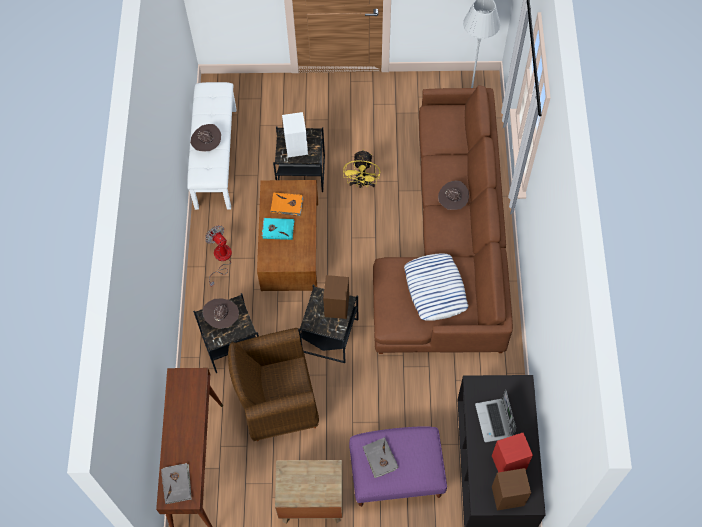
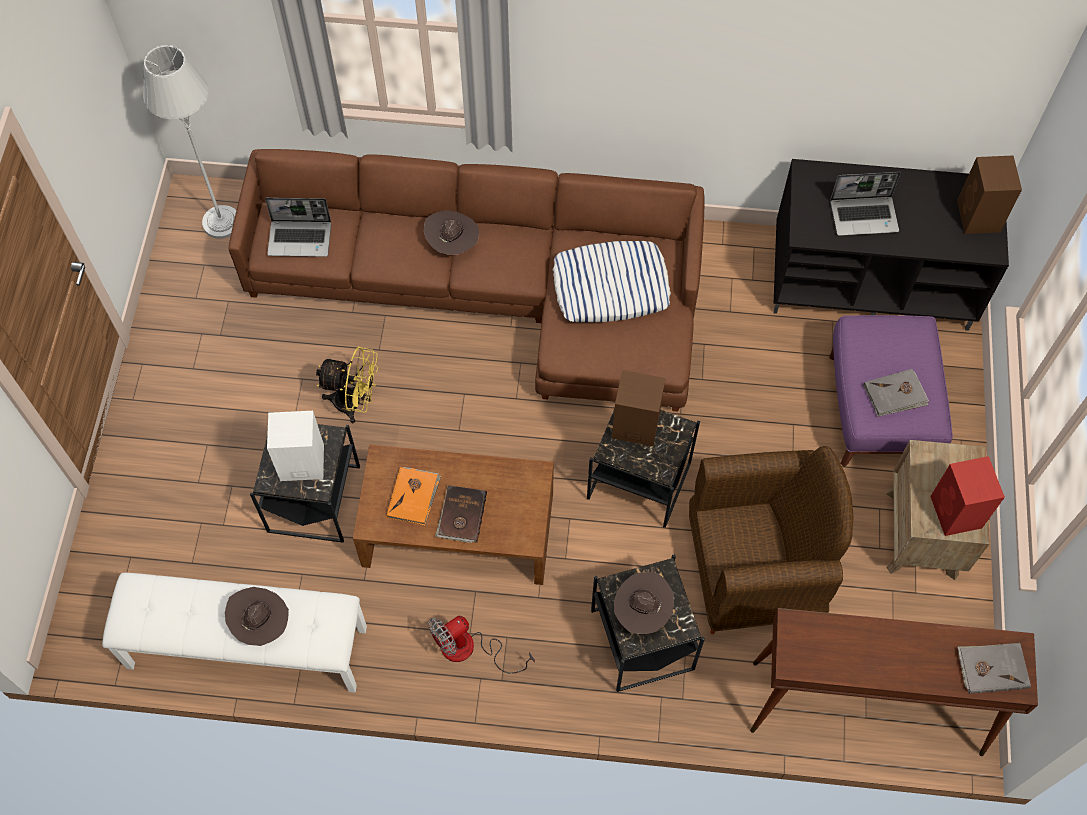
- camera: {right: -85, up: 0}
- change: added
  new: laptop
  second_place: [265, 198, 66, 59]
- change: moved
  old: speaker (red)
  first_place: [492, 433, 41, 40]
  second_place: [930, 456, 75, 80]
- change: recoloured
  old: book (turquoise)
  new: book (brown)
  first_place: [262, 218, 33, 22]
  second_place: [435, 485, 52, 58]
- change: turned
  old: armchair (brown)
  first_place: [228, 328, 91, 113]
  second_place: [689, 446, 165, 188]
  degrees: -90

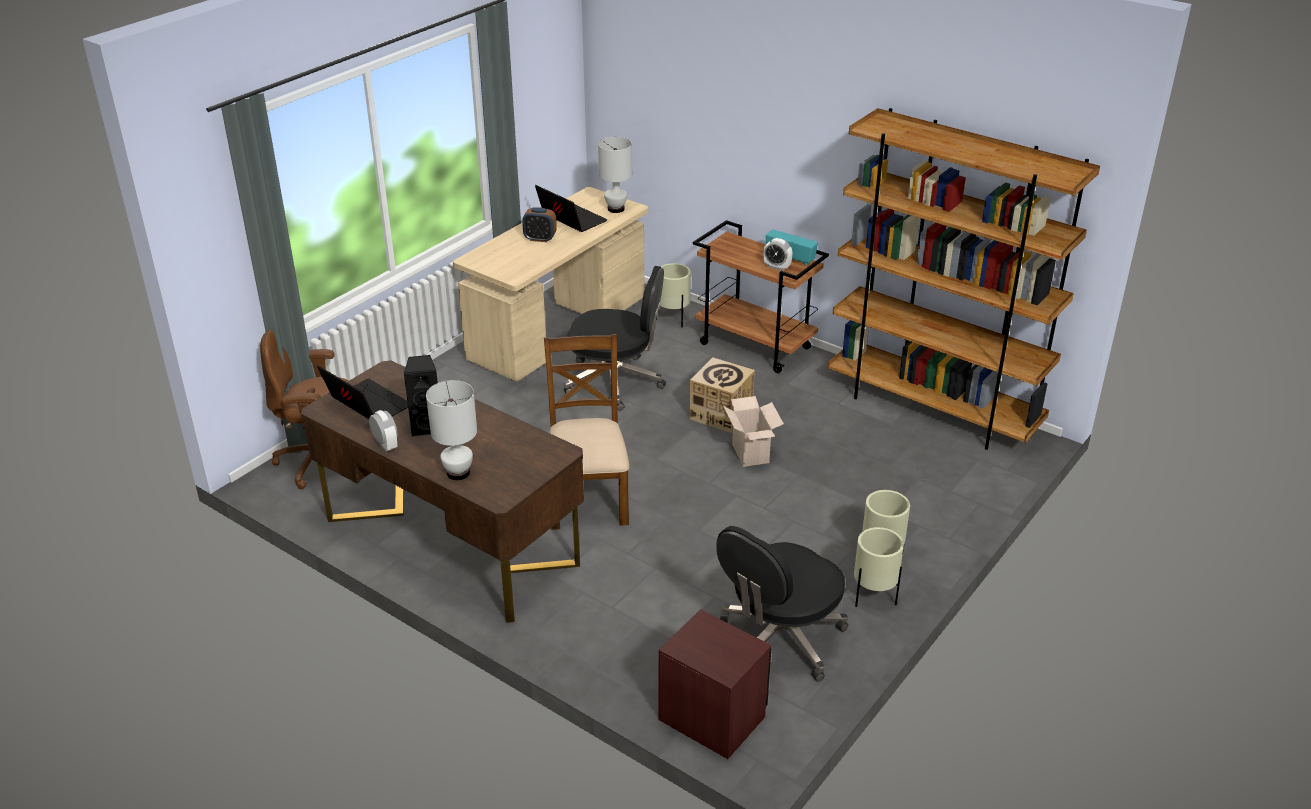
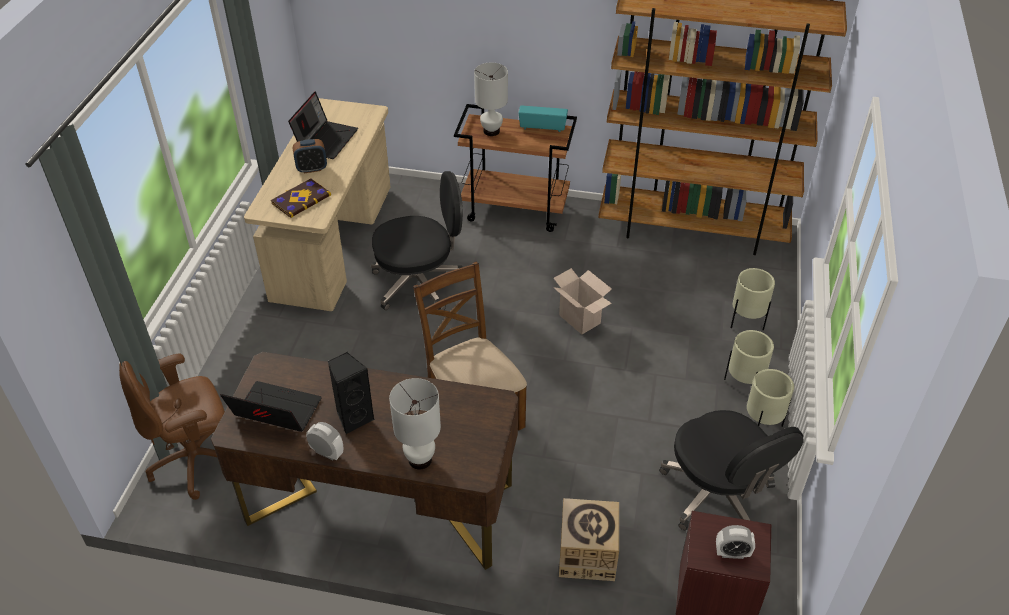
- camera: {right: -25, up: 10}
- change: added
  new: book
  second_place: [271, 178, 60, 40]
- change: moved
  old: table lamp (white)
  first_place: [598, 137, 34, 76]
  second_place: [474, 63, 34, 73]
- change: moved
  old: planter (beige)
  first_place: [656, 263, 35, 64]
  second_place: [730, 268, 45, 63]
- change: moved
  old: cardboard box
  first_place: [689, 357, 66, 76]
  second_place: [559, 498, 60, 83]
- change: moved
  old: alarm clock
  first_place: [763, 238, 29, 33]
  second_place: [716, 525, 39, 34]
- change: turned
  old: laptop
  first_place: [535, 185, 72, 47]
  second_place: [288, 91, 70, 68]
  degrees: 90
- change: turned
  old: office chair (black)
  first_place: [716, 526, 132, 156]
  second_place: [659, 410, 145, 120]
  degrees: -45

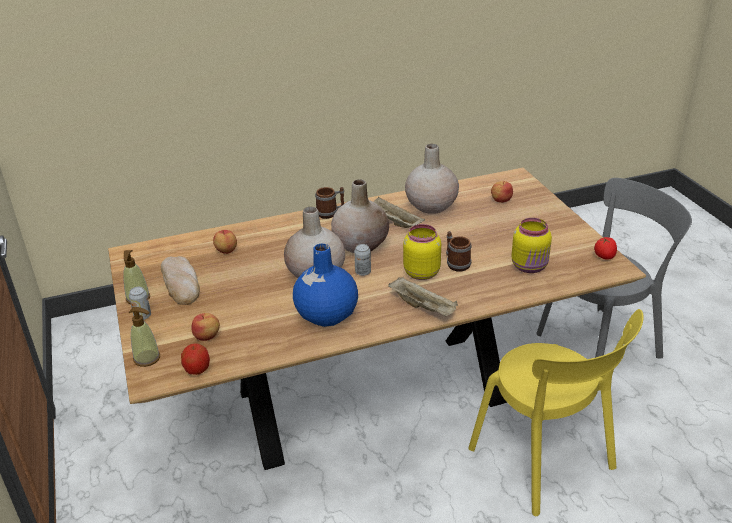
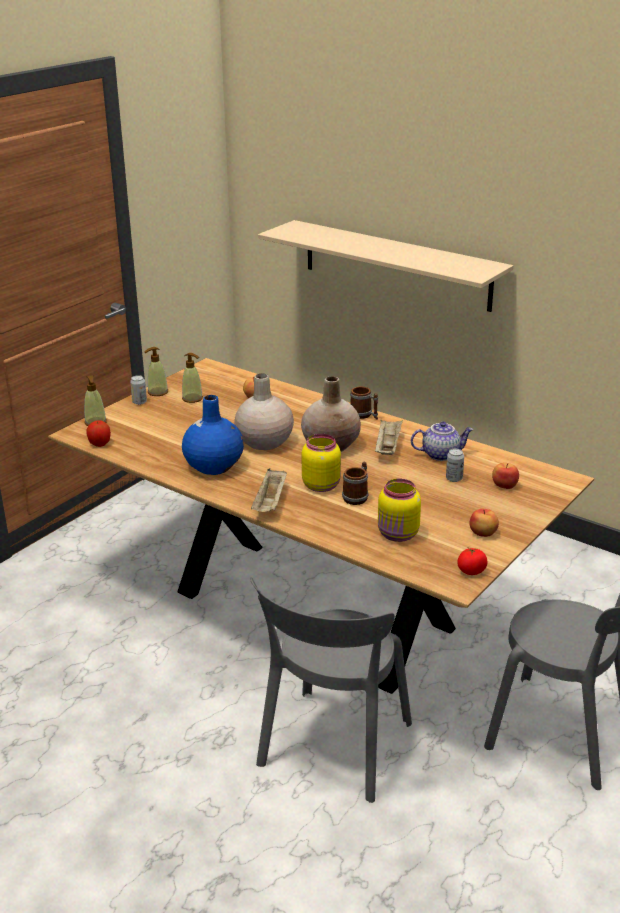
- camera: {right: 55, up: -5}
- change: added
  new: shelf (beige)
  second_place: [258, 220, 255, 92]
- change: moved
  old: apple
  first_place: [191, 313, 29, 28]
  second_place: [469, 509, 30, 28]
- change: moved
  old: can
  first_place: [354, 244, 17, 32]
  second_place: [446, 449, 18, 33]
- change: replaced
  old: bread
  new: soap dispenser
  first_place: [161, 256, 39, 49]
  second_place: [182, 353, 21, 50]
- change: replaced
  old: vase (beige)
  new: teapot
  first_place: [405, 144, 54, 70]
  second_place: [411, 421, 63, 40]
- change: recoloured
  old: chair (yellow)
  new: chair (grey)
  first_place: [468, 309, 176, 207]
  second_place: [250, 577, 162, 226]

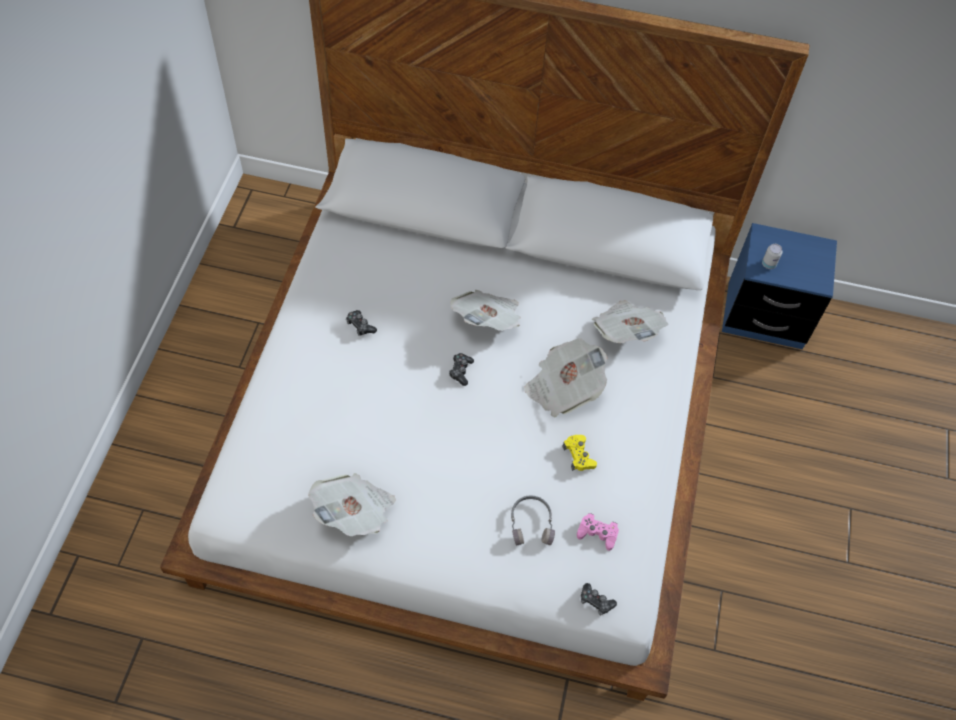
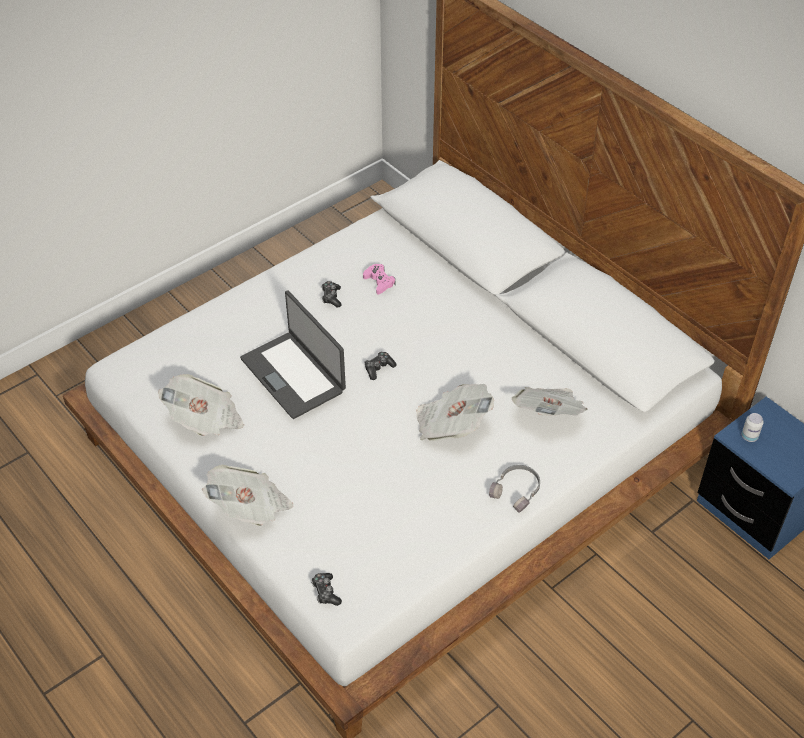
- camera: {right: 40, up: -10}
- change: removed
  old: game controller (yellow)
  first_place: [562, 435, 35, 36]
- change: added
  new: laptop
  second_place: [240, 290, 106, 129]
- change: moved
  old: newspaper
  first_place: [450, 290, 71, 41]
  second_place: [202, 465, 91, 61]
- change: moved
  old: headphones (grey)
  first_place: [511, 495, 44, 51]
  second_place: [489, 465, 51, 48]
- change: moved
  old: game controller (pink)
  first_place: [577, 513, 42, 38]
  second_place: [363, 264, 32, 30]

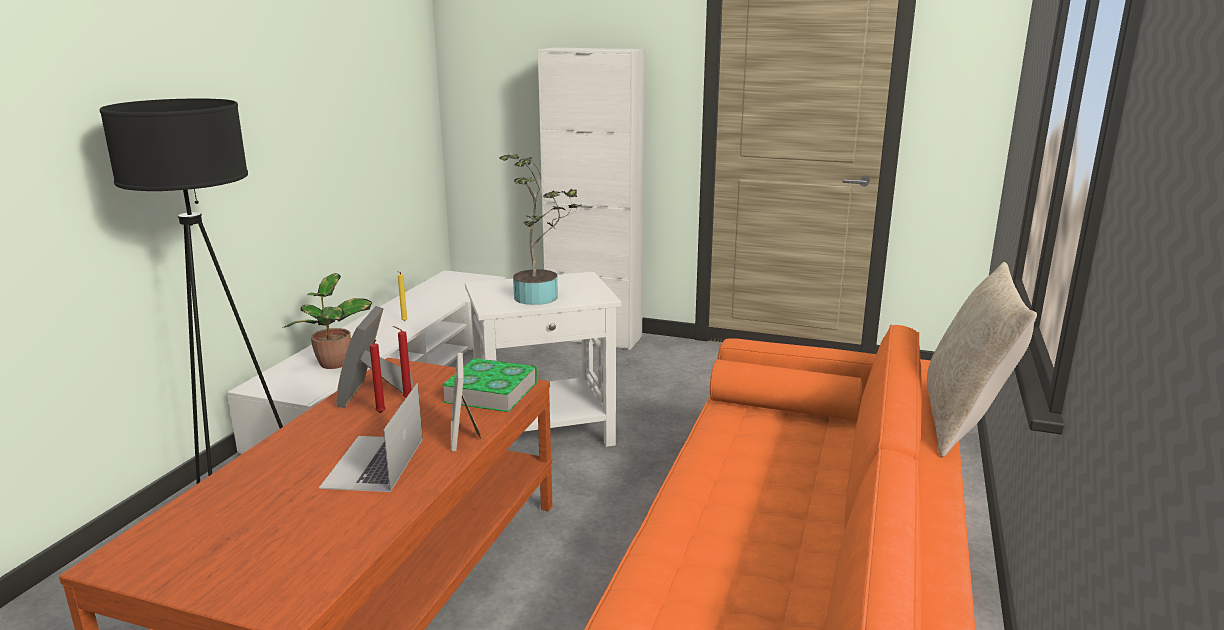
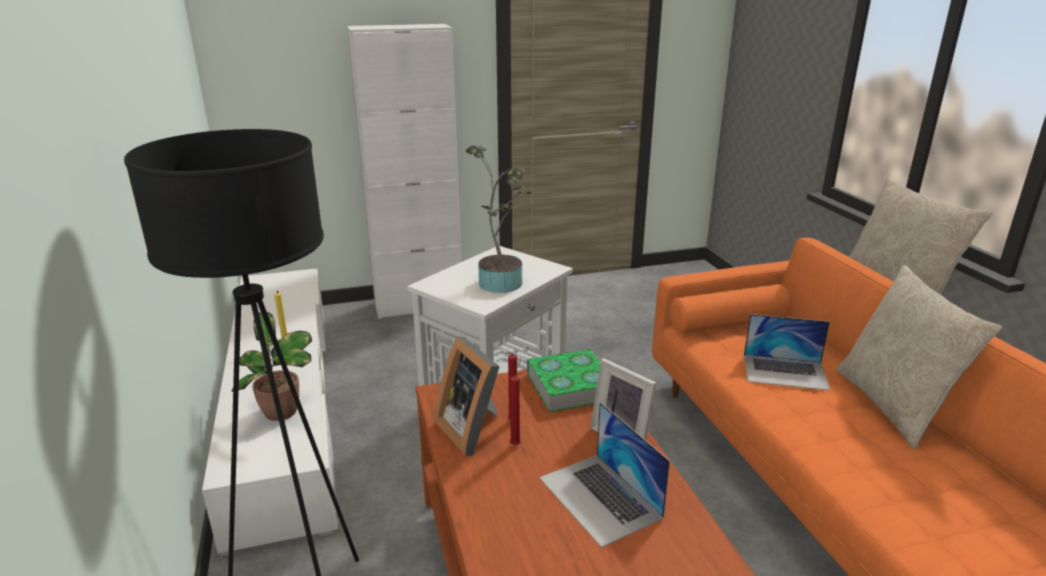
- camera: {right: -35, up: 5}
- change: added
  new: laptop
  second_place: [744, 314, 86, 77]
- change: added
  new: pillow (beige)
  second_place: [836, 265, 166, 184]

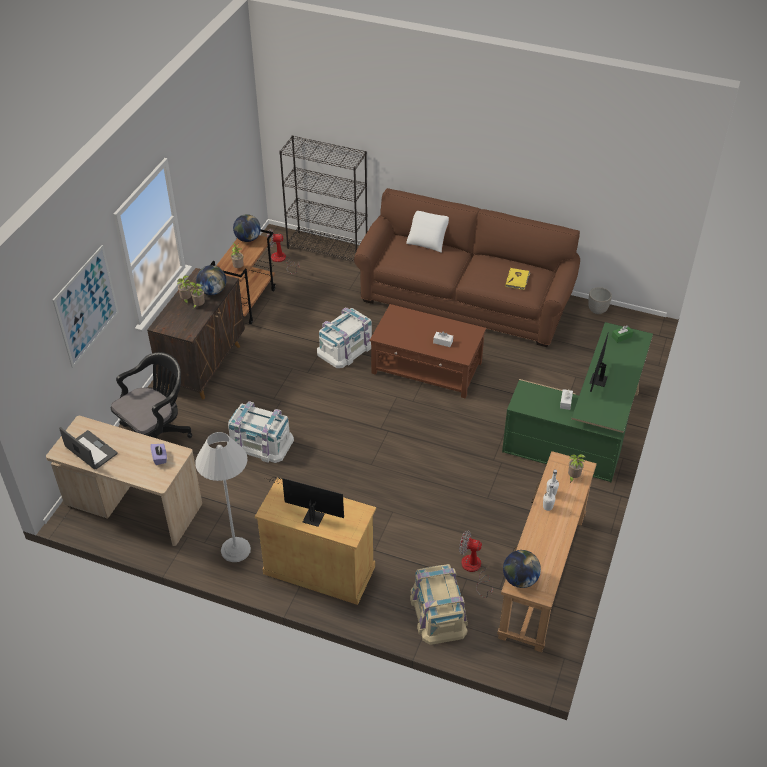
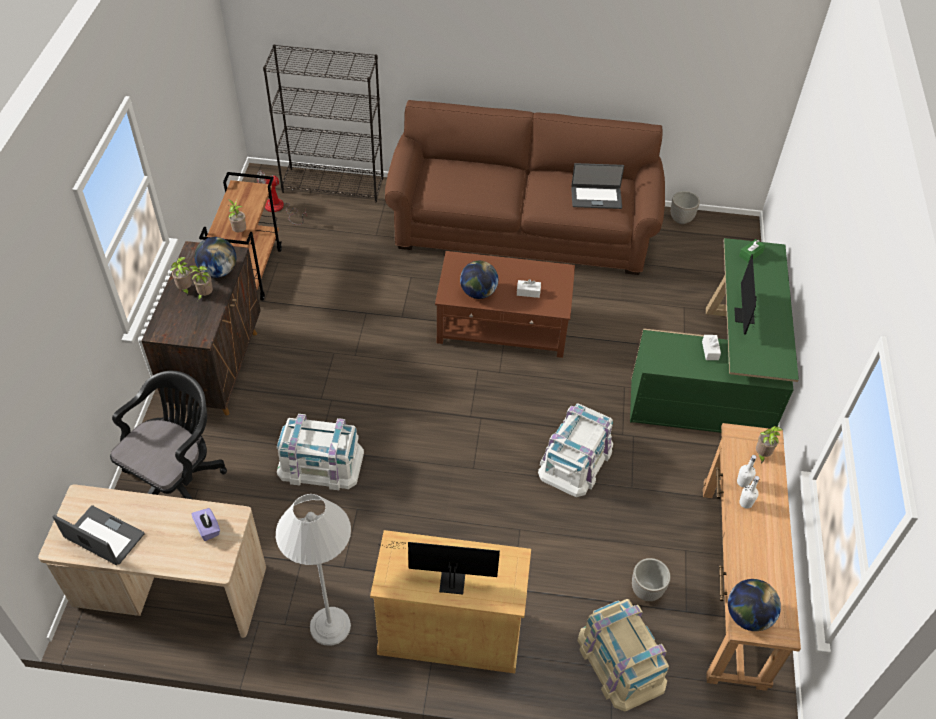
- camera: {right: -15, up: 5}
- change: removed
  old: picture
  first_place: [53, 245, 66, 123]
- change: removed
  old: pillow (white)
  first_place: [406, 211, 43, 42]
- change: moved
  old: globe
  first_place: [233, 214, 28, 28]
  second_place: [460, 261, 38, 38]
- change: moved
  old: storage box (white)
  first_place: [317, 307, 55, 61]
  second_place: [538, 403, 75, 94]
- change: replaced
  old: fan
  new: planter
  first_place: [459, 530, 34, 68]
  second_place: [632, 558, 39, 43]
- change: replaced
  old: book (yellow)
  new: laptop
  first_place: [505, 268, 25, 22]
  second_place: [571, 163, 53, 46]

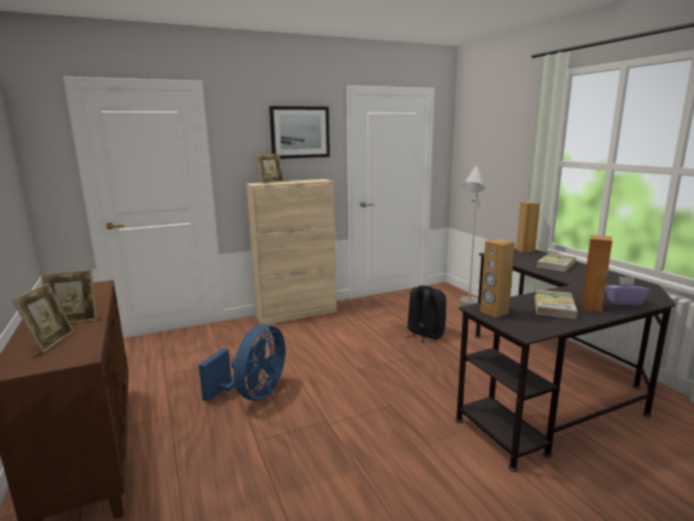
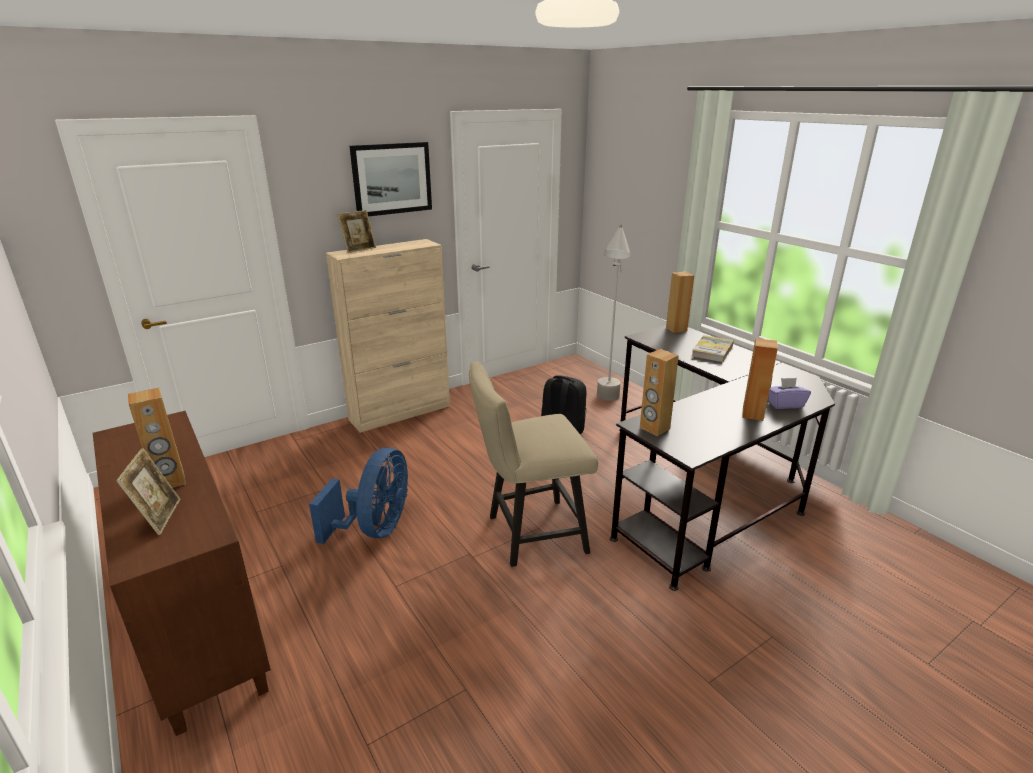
- camera: {right: -10, up: 10}
- change: removed
  old: book
  first_place: [534, 290, 44, 29]
- change: added
  new: chair (beige)
  second_place: [469, 362, 129, 205]
- change: replaced
  old: picture frame
  new: speaker (brown)
  first_place: [41, 269, 56, 54]
  second_place: [128, 388, 58, 100]

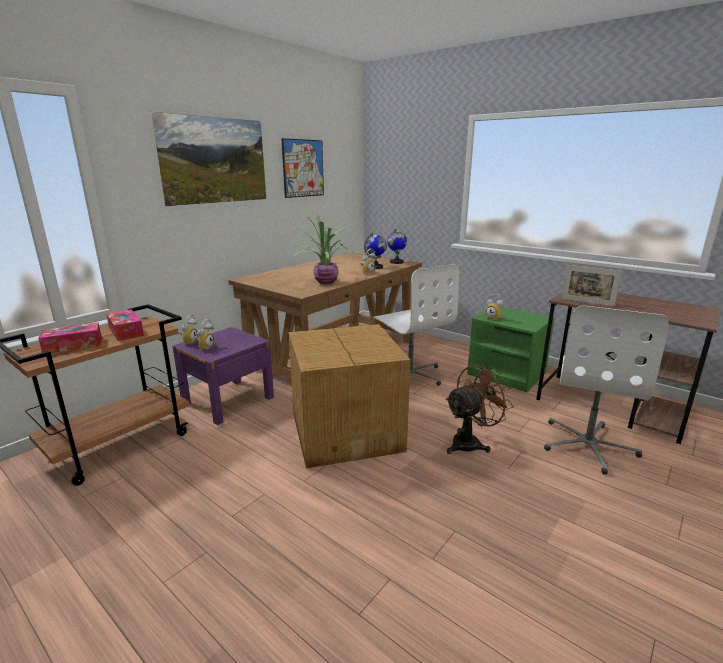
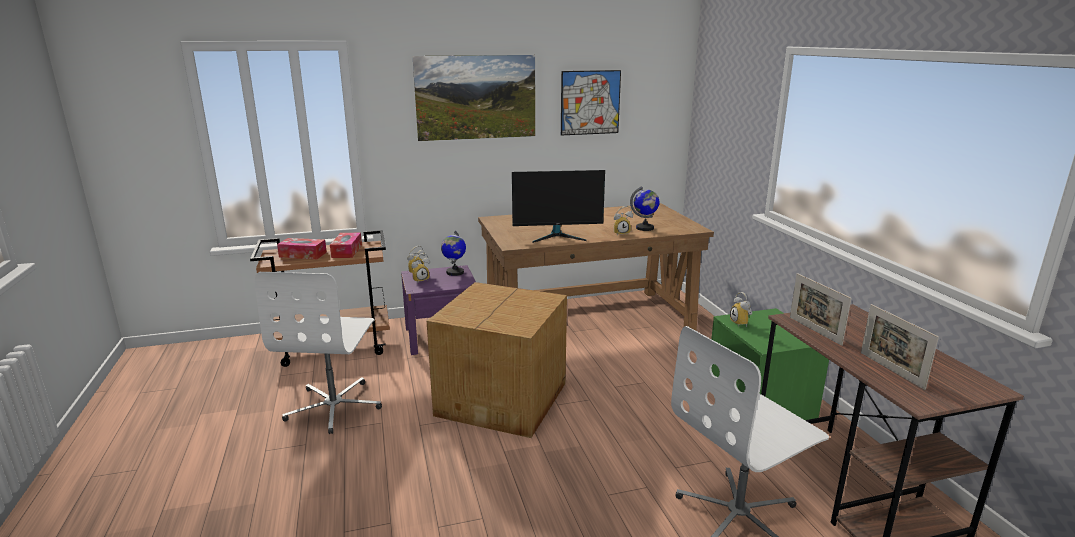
- camera: {right: 35, up: 0}
- change: removed
  old: fan (brown)
  first_place: [446, 363, 68, 91]
- change: added
  new: picture frame
  second_place: [861, 304, 78, 86]
- change: moved
  old: office chair (white)
  first_place: [373, 264, 86, 122]
  second_place: [255, 272, 127, 162]
- change: moved
  old: globe
  first_place: [387, 229, 20, 35]
  second_place: [441, 231, 25, 45]
- change: replaced
  old: potted plant
  new: monitor
  first_place: [293, 213, 63, 71]
  second_place: [512, 170, 93, 73]

